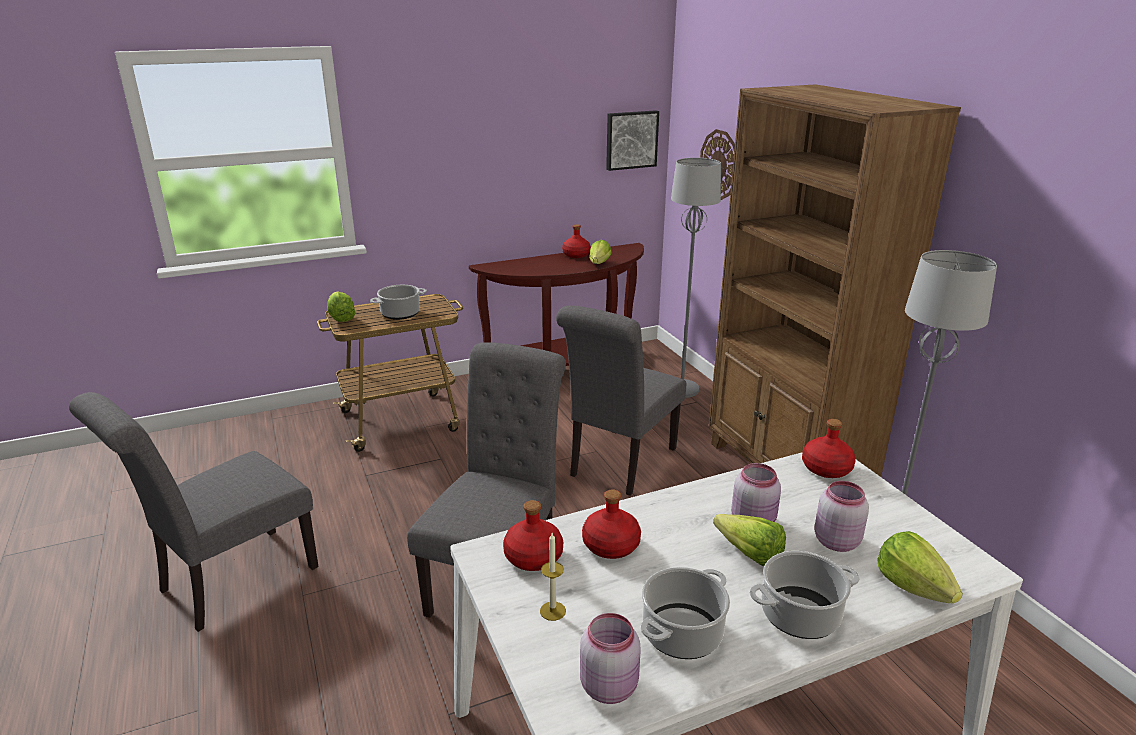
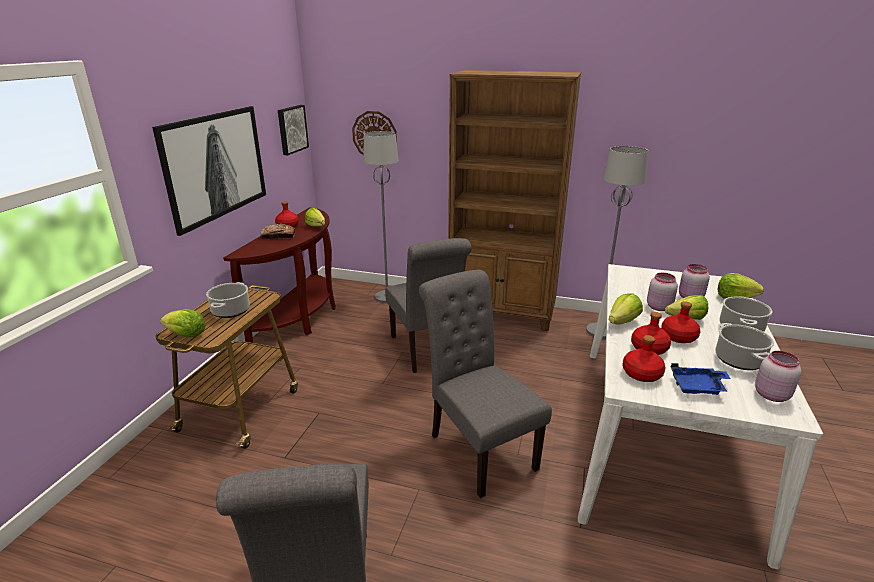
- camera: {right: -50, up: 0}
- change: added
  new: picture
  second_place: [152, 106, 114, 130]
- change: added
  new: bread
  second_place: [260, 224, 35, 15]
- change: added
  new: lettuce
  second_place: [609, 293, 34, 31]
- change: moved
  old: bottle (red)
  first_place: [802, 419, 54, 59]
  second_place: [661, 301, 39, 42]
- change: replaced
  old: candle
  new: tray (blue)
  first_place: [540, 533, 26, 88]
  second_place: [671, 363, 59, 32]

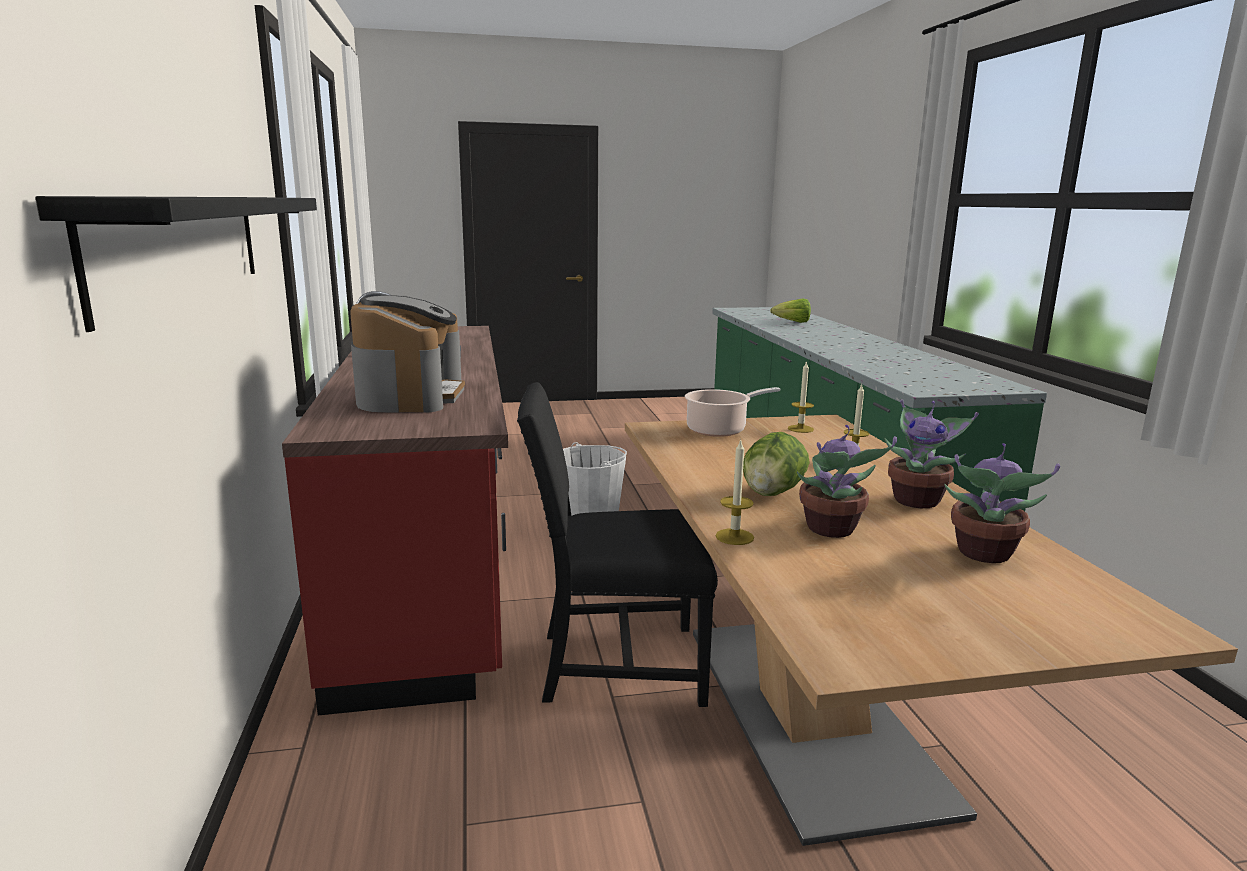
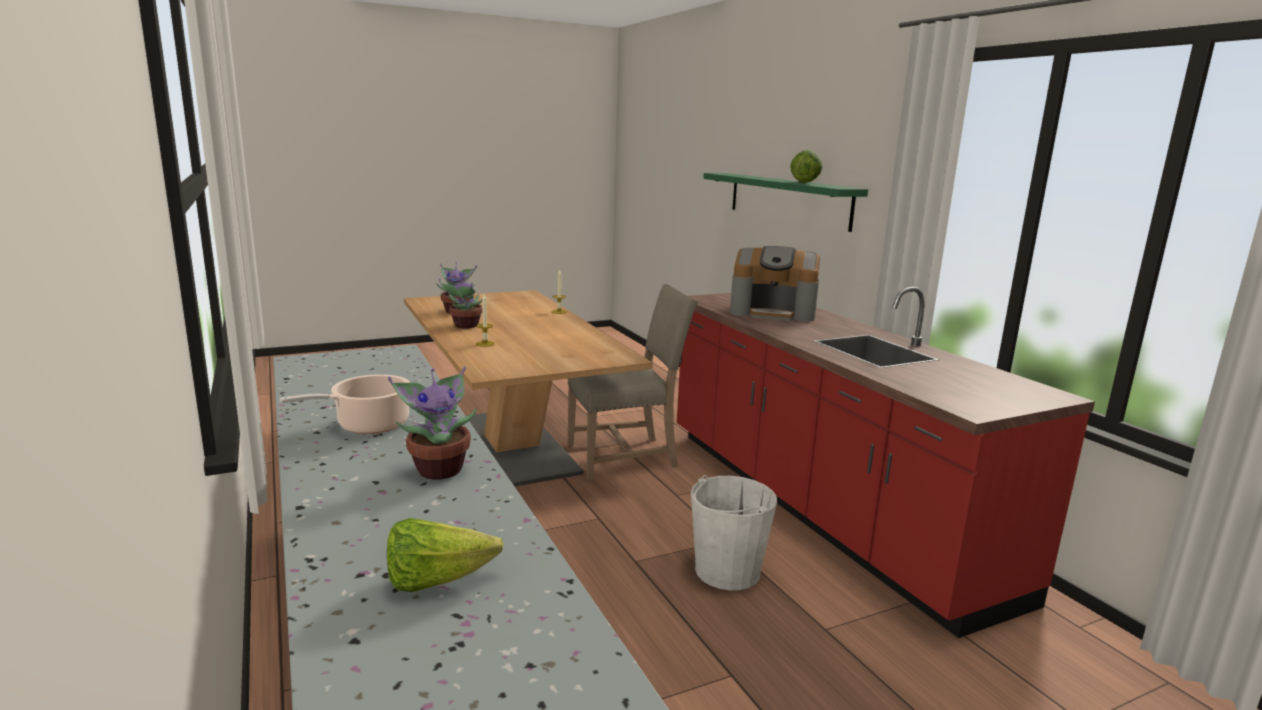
- camera: {right: 165, up: 0}
- change: removed
  old: candle
  first_place: [788, 361, 26, 72]
- change: moved
  old: cooking pot
  first_place: [685, 387, 95, 50]
  second_place: [279, 374, 132, 60]
- change: moved
  old: lettuce
  first_place: [743, 432, 67, 64]
  second_place: [790, 150, 33, 33]
- change: moved
  old: potted plant
  first_place: [797, 425, 100, 113]
  second_place: [388, 366, 89, 114]
- change: recoloured
  old: shelf (black)
  new: shelf (green)
  first_place: [35, 196, 282, 136]
  second_place: [703, 173, 165, 59]
- change: recoloured
  old: chair (black)
  new: chair (beige)
  first_place: [517, 382, 201, 325]
  second_place: [568, 284, 130, 196]
- change: turned
  old: coffee machine
  first_place: [350, 295, 115, 118]
  second_place: [730, 246, 90, 76]
  degrees: -60

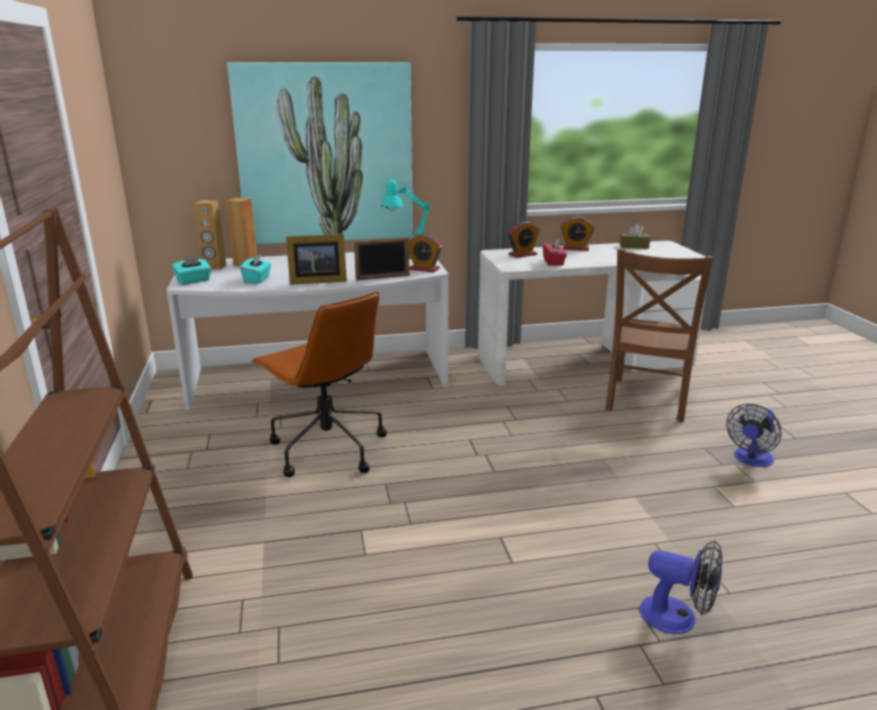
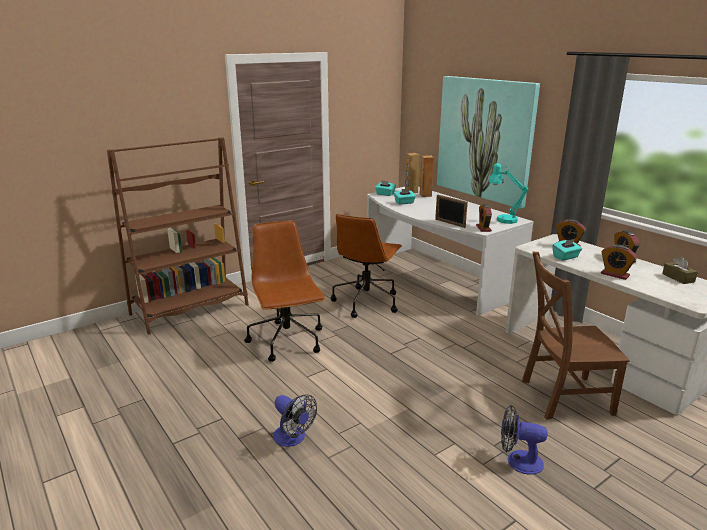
- camera: {right: 65, up: 0}
- change: removed
  old: picture frame
  first_place: [286, 234, 61, 51]
- change: added
  new: office chair (brown)
  second_place: [244, 221, 81, 141]
- change: added
  new: alarm clock
  second_place: [601, 245, 36, 35]
- change: recoloured
  old: tissue box (red)
  new: tissue box (turquoise)
  first_place: [543, 238, 24, 28]
  second_place: [552, 239, 30, 22]
- change: turned
  old: fan
  first_place: [639, 540, 84, 94]
  second_place: [273, 394, 44, 53]
  degrees: -45

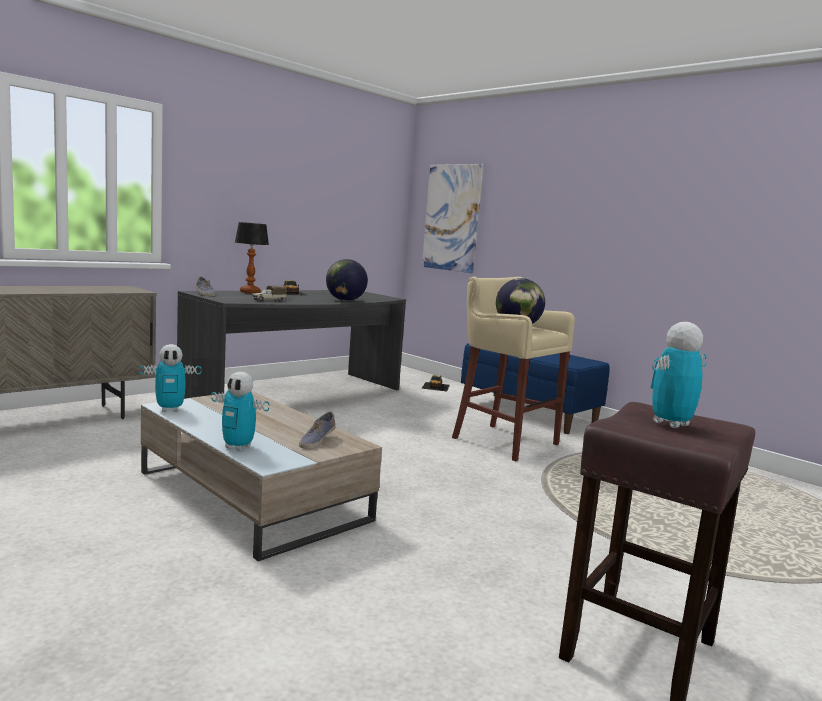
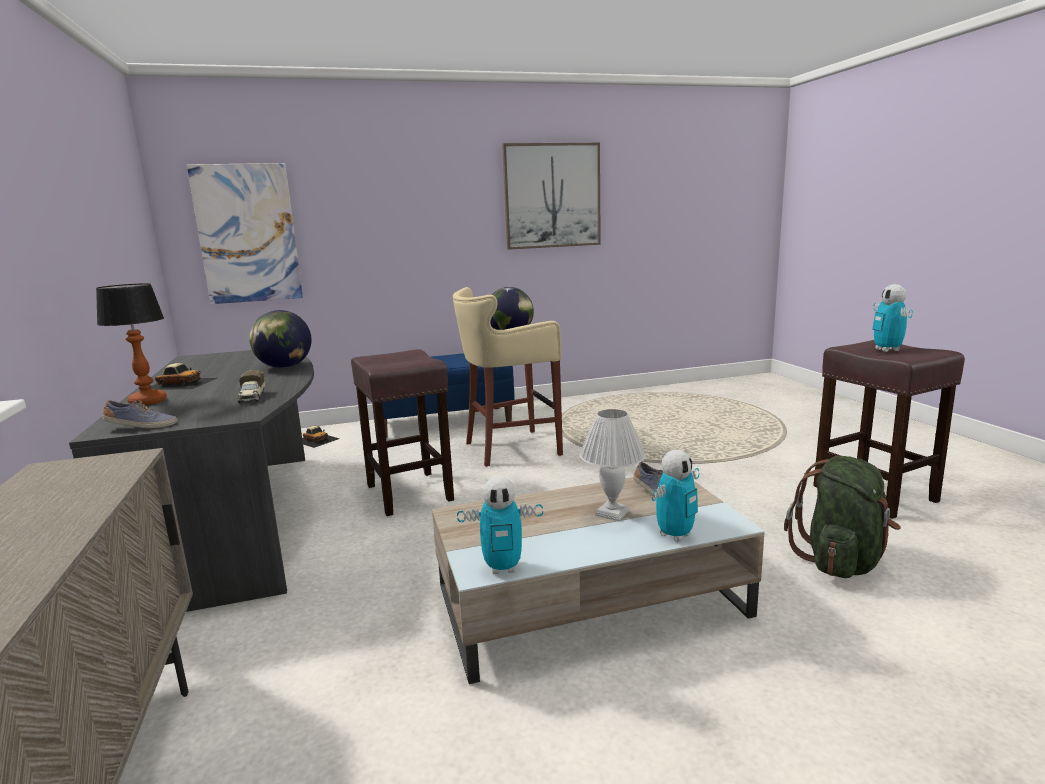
- camera: {right: -60, up: 5}
- change: added
  new: stool (brown)
  second_place: [351, 349, 103, 167]
- change: added
  new: picture
  second_place: [502, 143, 99, 107]
- change: added
  new: table lamp (white)
  second_place: [580, 409, 66, 112]
- change: added
  new: backpack (green)
  second_place: [784, 456, 117, 122]
- change: turned
  old: toy robot
  first_place: [139, 344, 62, 68]
  second_place: [457, 476, 86, 98]
  degrees: 75

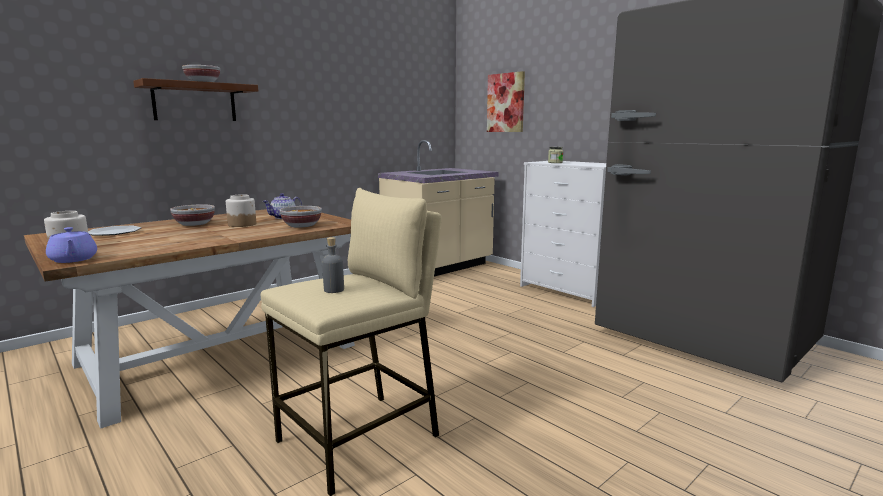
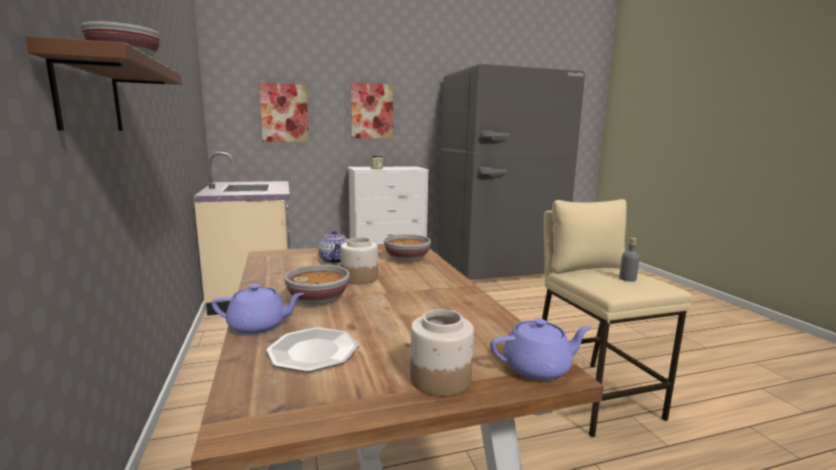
- camera: {right: -65, up: 0}
- change: added
  new: teapot (purple)
  second_place: [212, 284, 92, 50]
- change: added
  new: picture
  second_place: [350, 83, 43, 56]

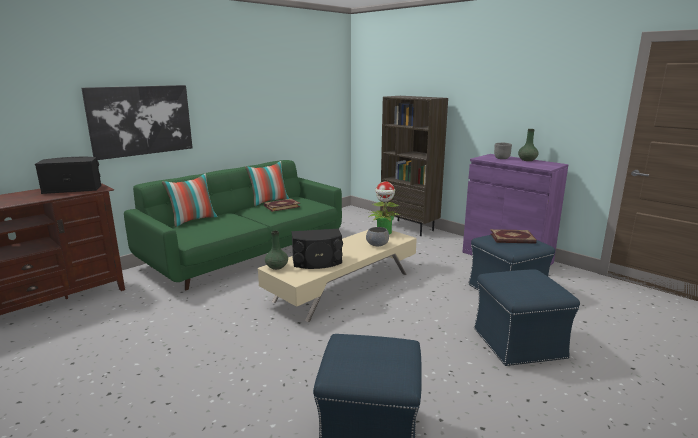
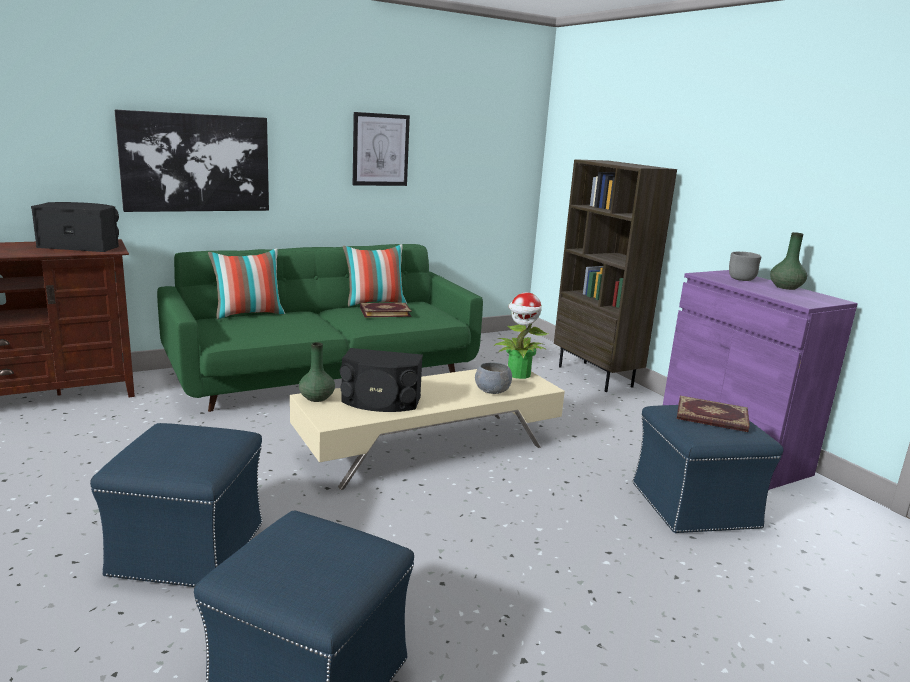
- camera: {right: 15, up: 0}
- change: added
  new: picture
  second_place: [353, 112, 57, 74]
- change: moved
  old: ottoman (blue)
  first_place: [474, 269, 106, 97]
  second_place: [90, 423, 172, 164]

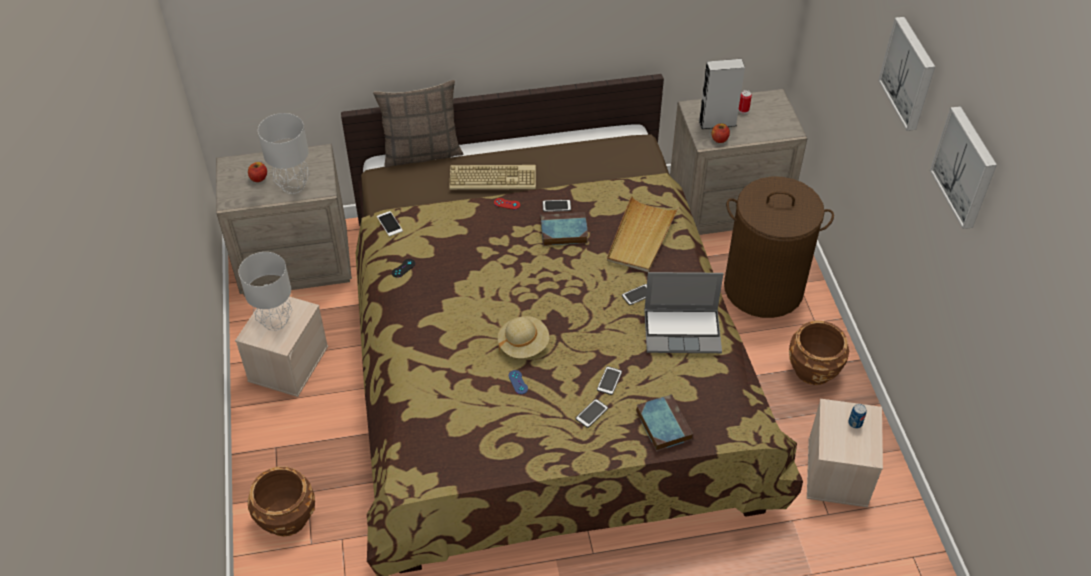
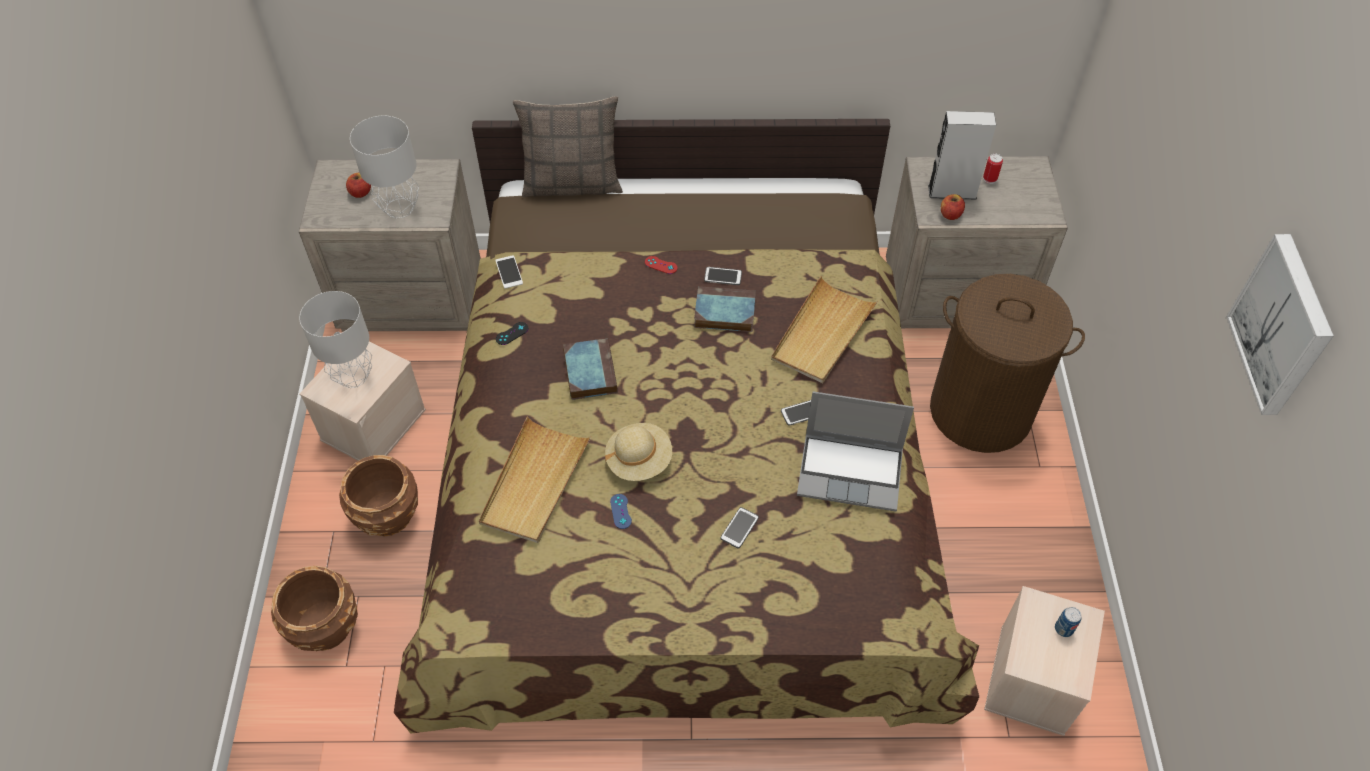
- camera: {right: 10, up: 5}
- change: removed
  old: keyboard
  first_place: [449, 165, 87, 24]
- change: removed
  old: phone
  first_place: [576, 399, 32, 29]
- change: removed
  old: picture
  first_place: [878, 17, 57, 114]
- change: added
  new: tray (beige)
  second_place: [479, 417, 112, 126]
- change: moved
  old: book
  first_place: [636, 394, 57, 57]
  second_place: [563, 338, 54, 62]
- change: moved
  old: planter (brown)
  first_place: [789, 320, 60, 65]
  second_place: [339, 455, 79, 82]

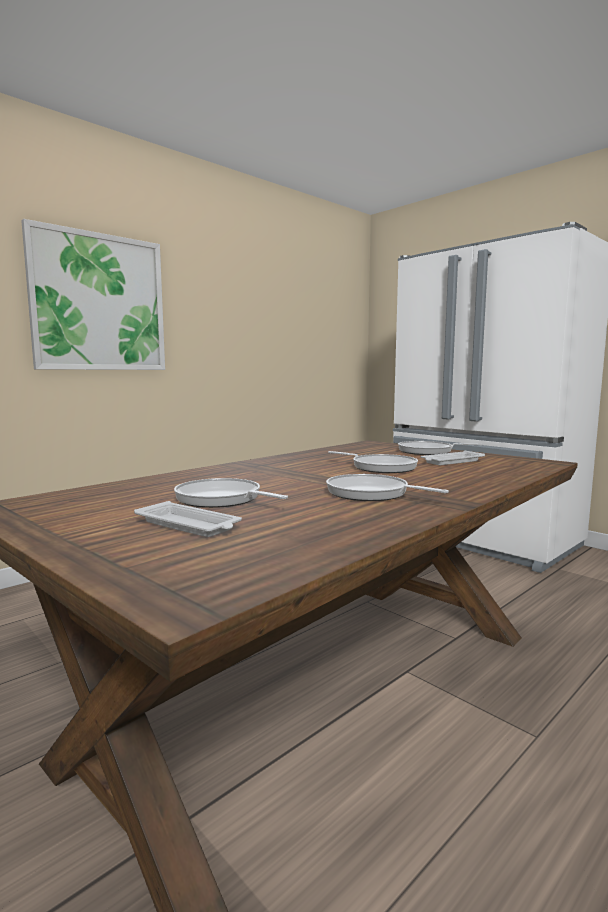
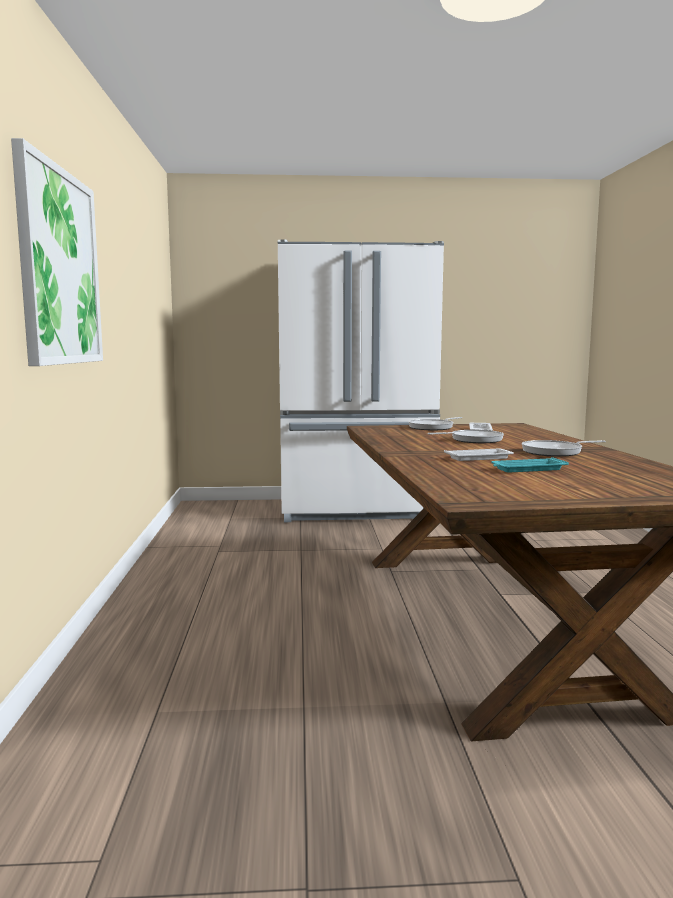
- camera: {right: -50, up: 0}
- change: moved
  old: tray (white)
  first_place: [134, 501, 108, 36]
  second_place: [444, 448, 70, 13]
- change: replaced
  old: frying pan
  new: tray (turquoise)
  first_place: [174, 478, 114, 30]
  second_place: [491, 457, 78, 16]

